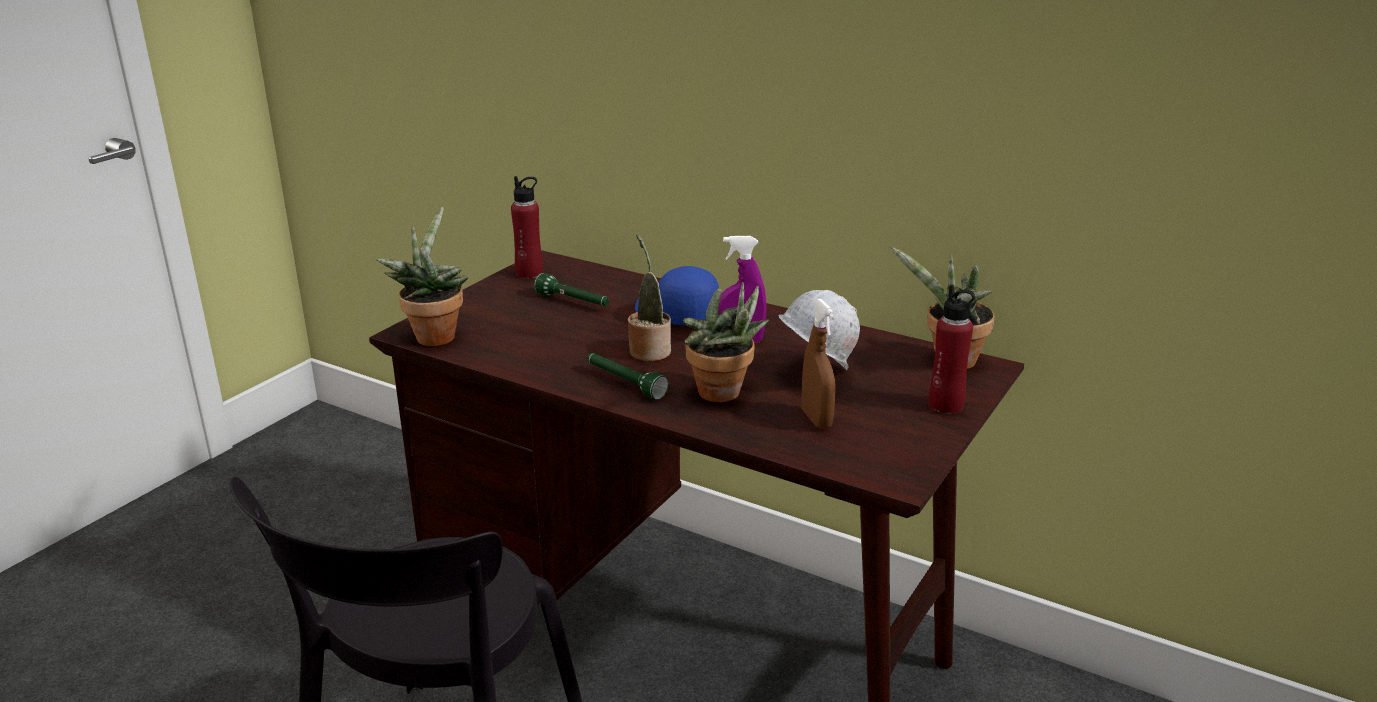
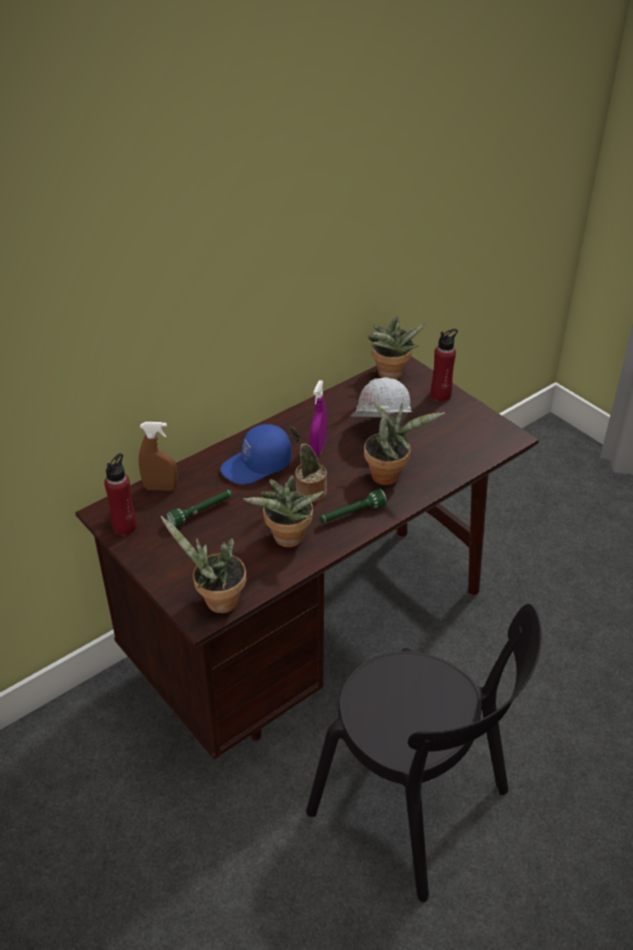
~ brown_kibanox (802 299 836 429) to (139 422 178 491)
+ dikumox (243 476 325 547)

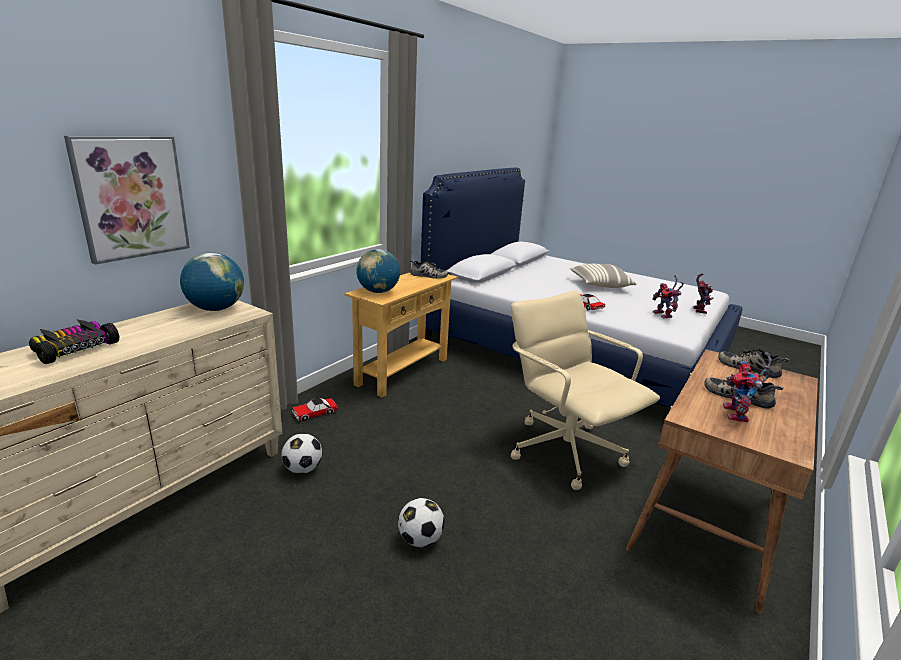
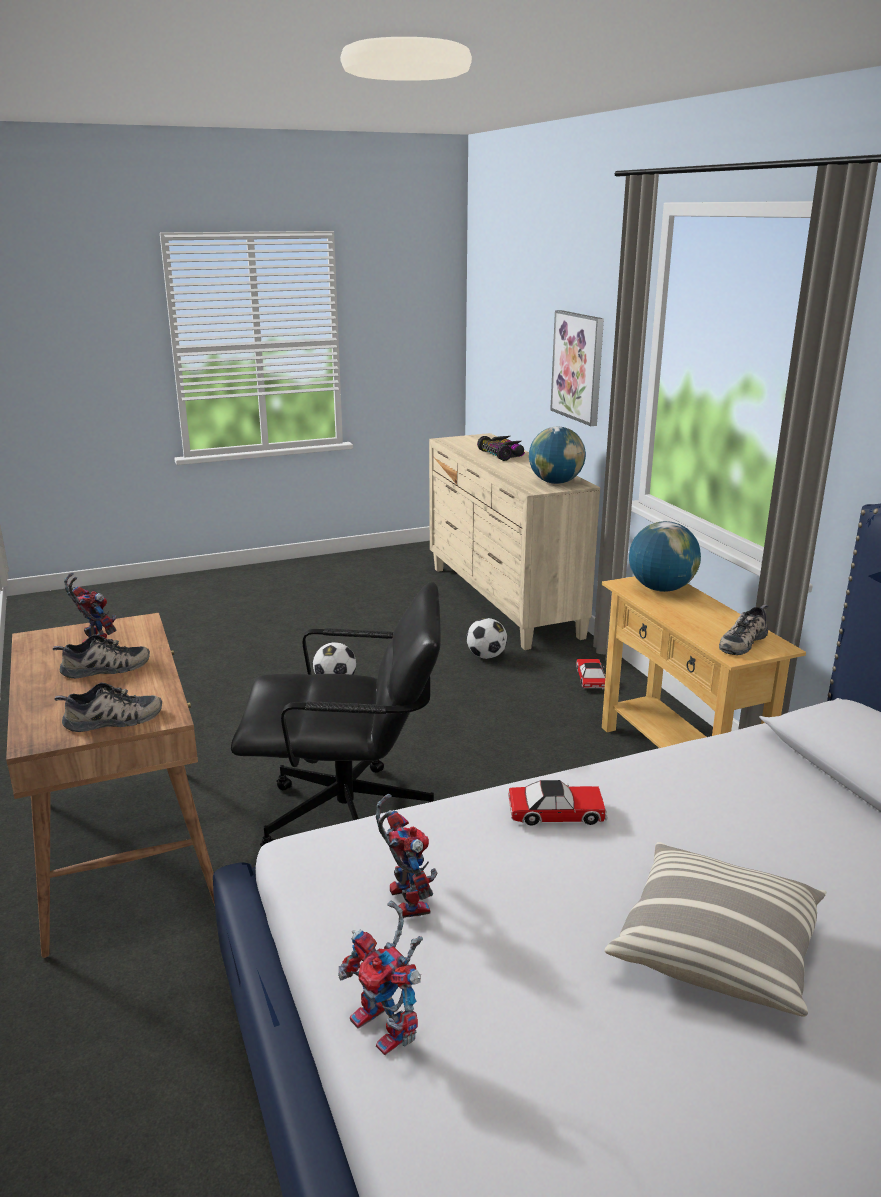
~ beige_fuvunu (511 290 660 490) to black_fuvunu (231 582 441 847)
~ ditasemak (652 275 684 318) = (376 794 438 918) 60 degrees clockwise

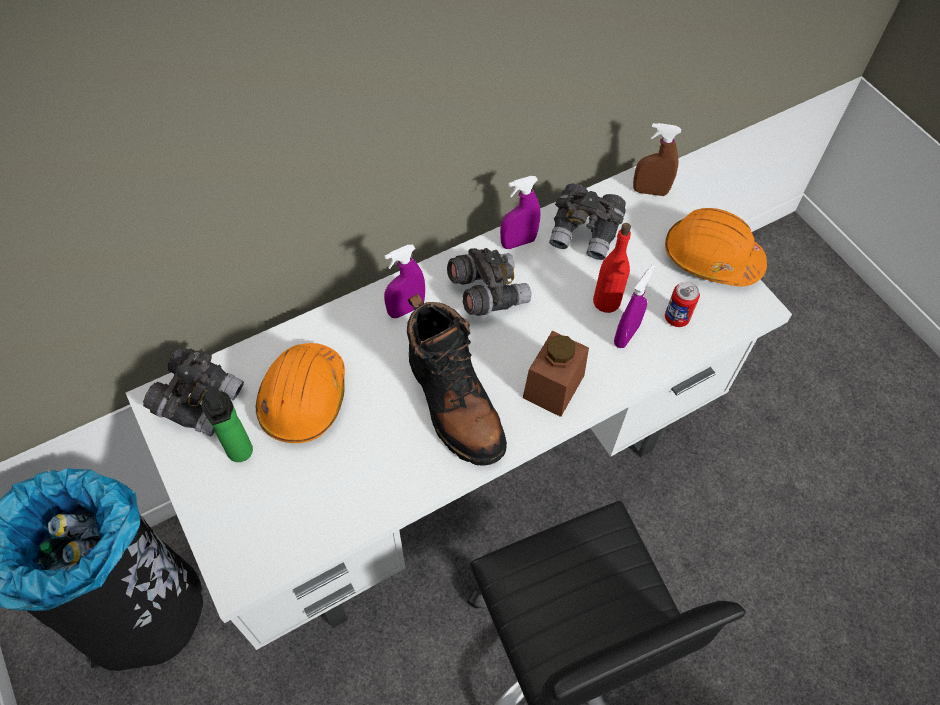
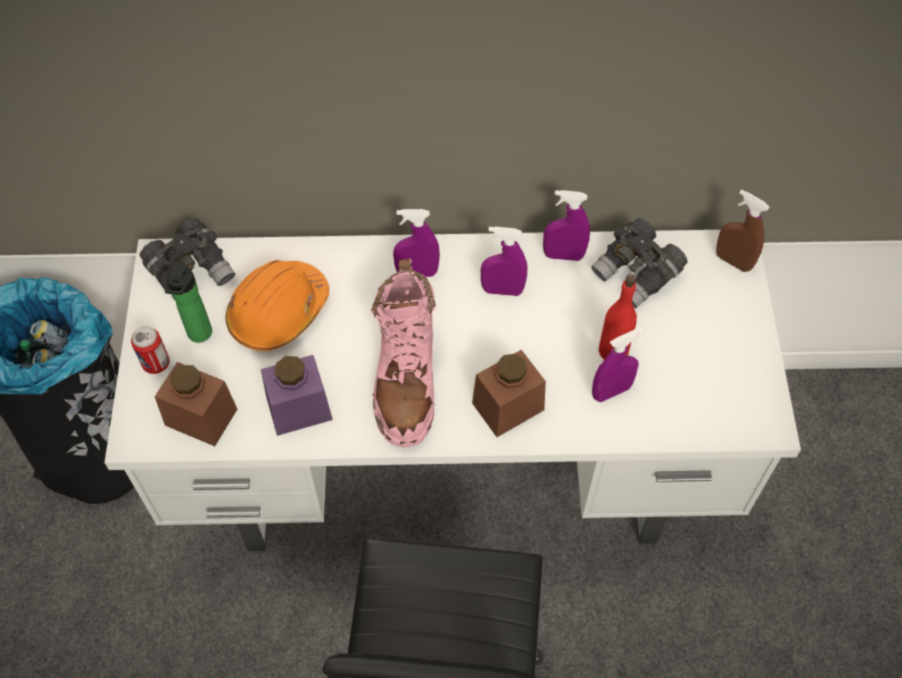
~ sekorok (665 281 700 327) to (131 326 170 374)
+ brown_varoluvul (155 362 237 446)
+ purple_varoluvul (261 355 333 436)
~ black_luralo (407 293 507 466) to pink_luralo (371 258 436 447)
~ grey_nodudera (447 248 531 316) to purple_kibanox (481 227 527 296)
- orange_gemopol (665 208 767 287)

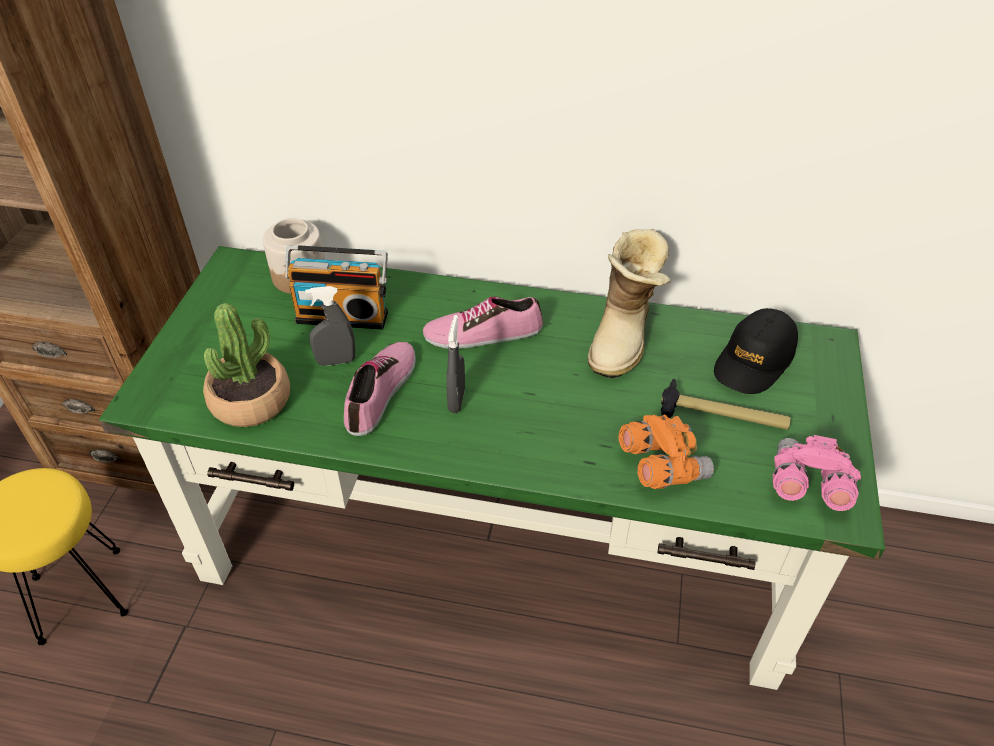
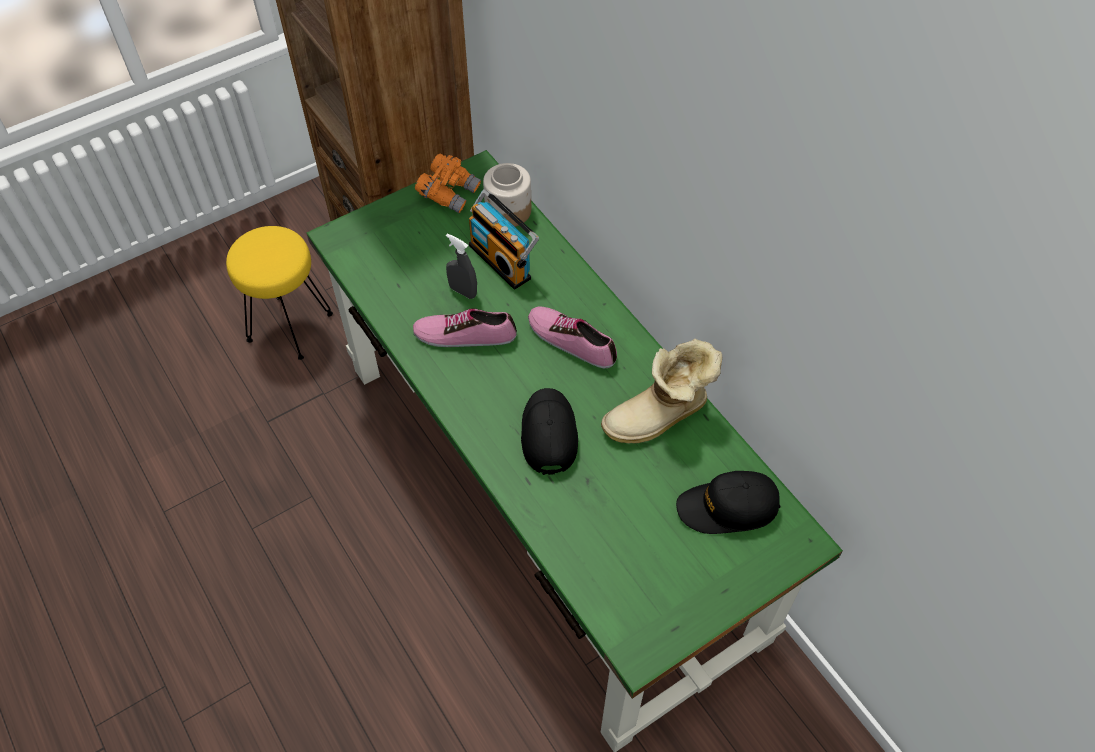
~ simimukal (344 342 416 436) = (413 308 517 347) 150 degrees counterclockwise
~ orange_nodudera (619 415 714 489) to (415 153 481 213)
+ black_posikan (521 388 578 475)
- dikumox (203 303 290 427)
- grey_kibanox (446 315 465 413)
- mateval (661 378 791 430)
- pink_nodudera (773 435 861 511)

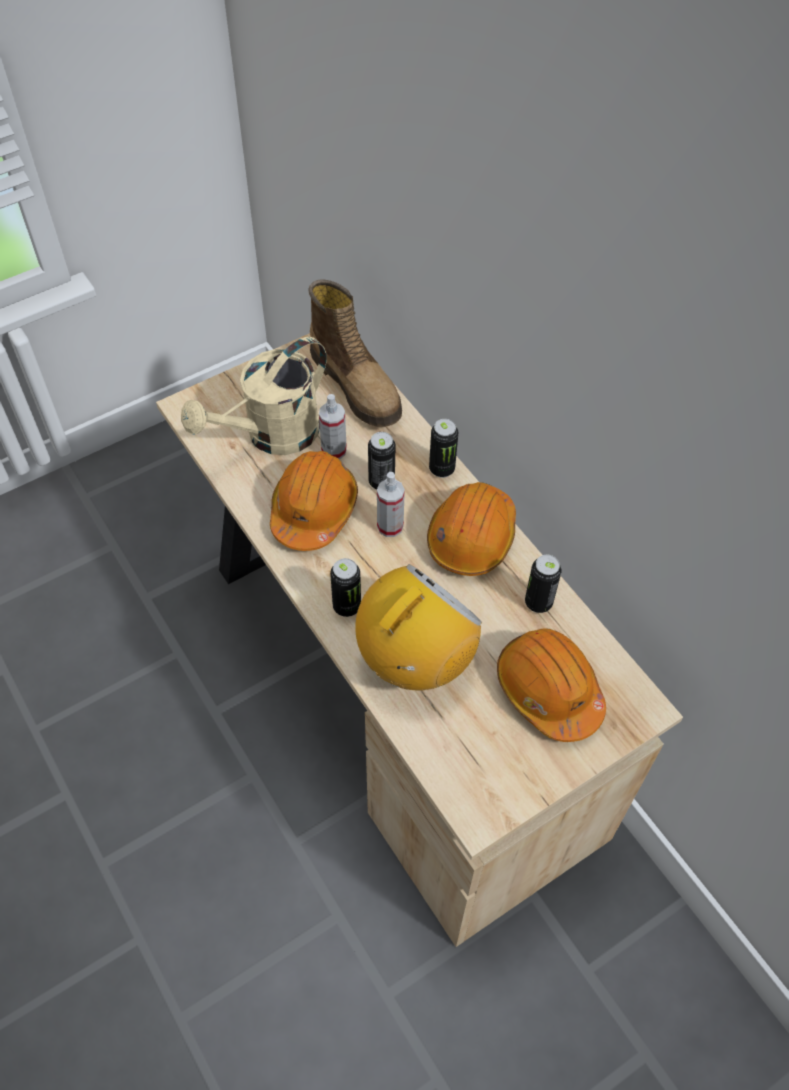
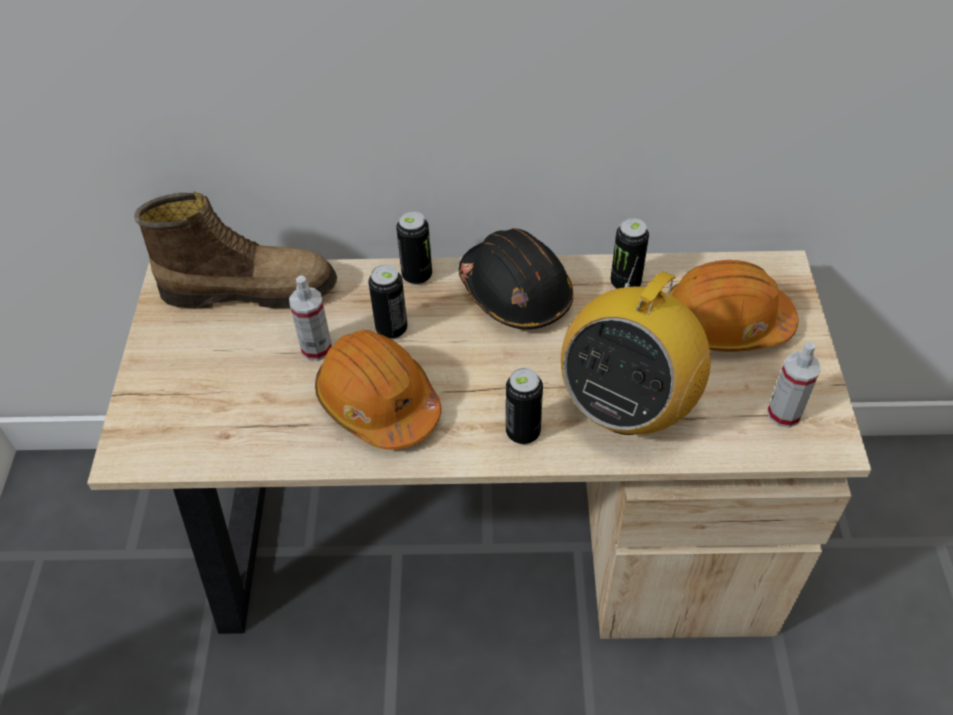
~ orange_gemopol (427 482 516 576) to black_gemopol (458 228 573 330)
~ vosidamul (355 564 482 691) = (561 256 711 435) 135 degrees counterclockwise
~ kibanox (377 472 405 537) to (767 341 821 428)
- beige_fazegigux (181 337 327 455)

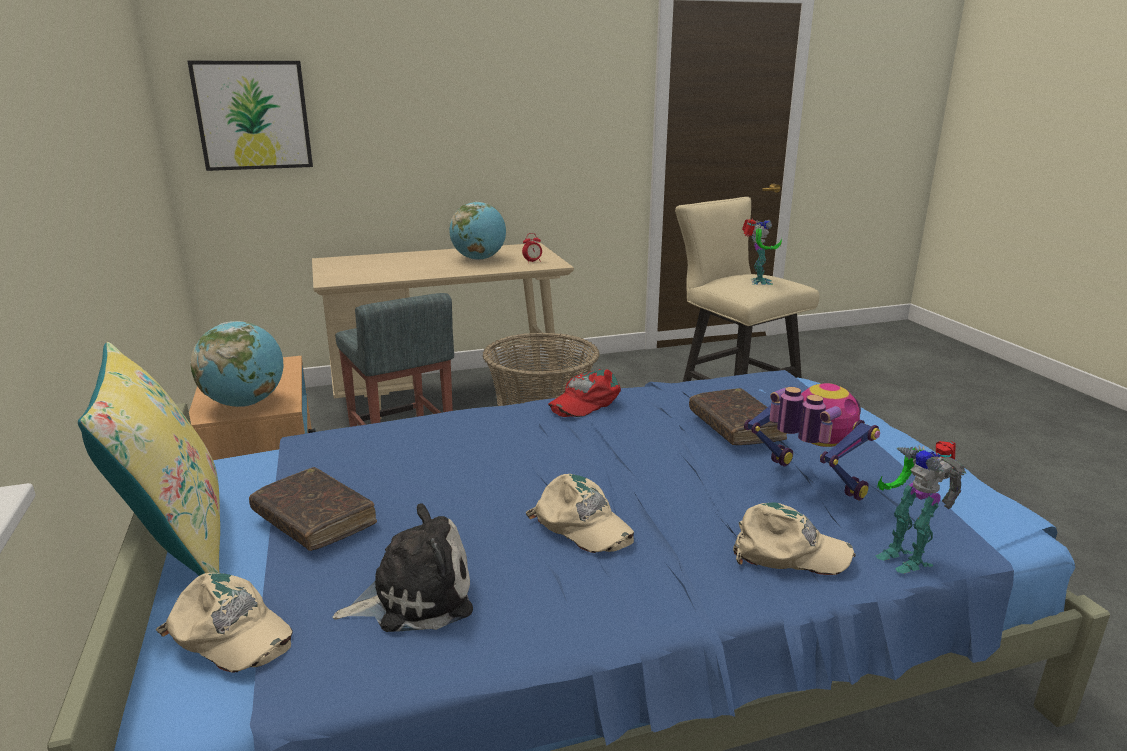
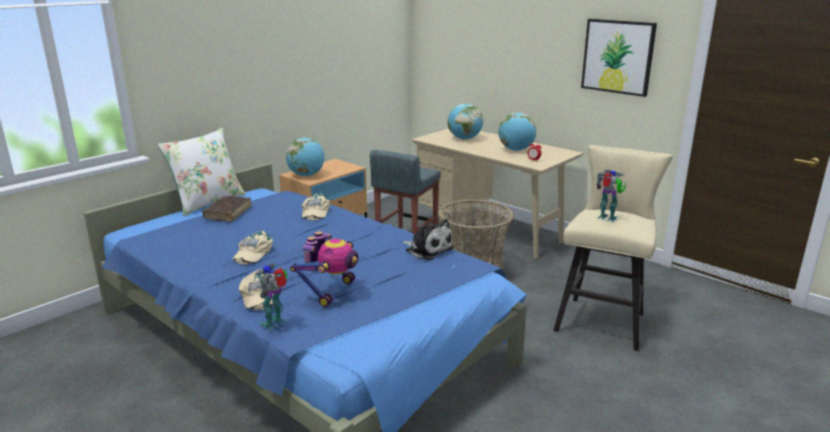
~ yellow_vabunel (78 342 220 576) to white_vabunel (157 128 245 216)
~ beige_posikan (156 572 293 673) to (302 193 330 220)
~ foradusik (332 504 473 632) to (403 219 454 260)
+ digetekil (448 104 483 140)
~ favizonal (187 61 313 171) to (581 19 657 97)
~ ditasemak (742 218 782 285) = (596 169 626 222) 120 degrees counterclockwise
- red_posikan (548 369 621 417)
- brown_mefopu (689 388 787 445)

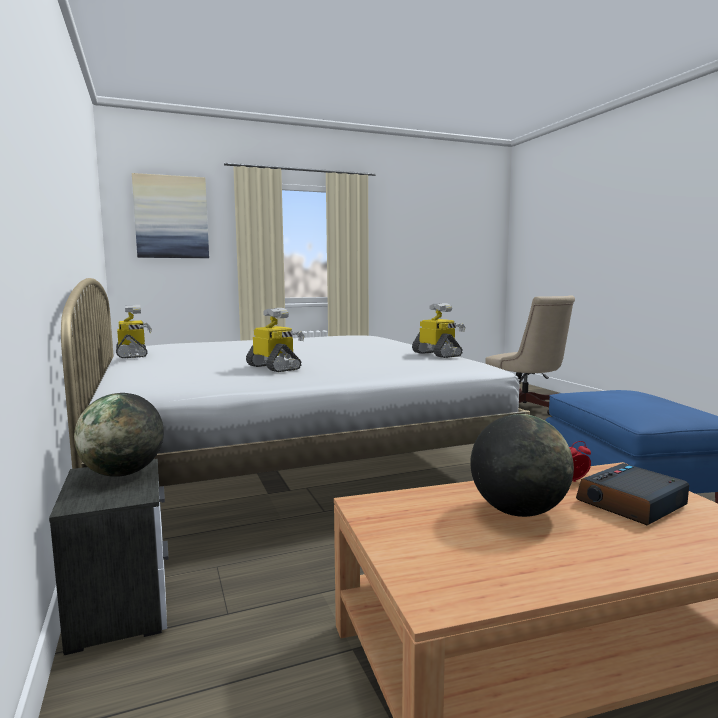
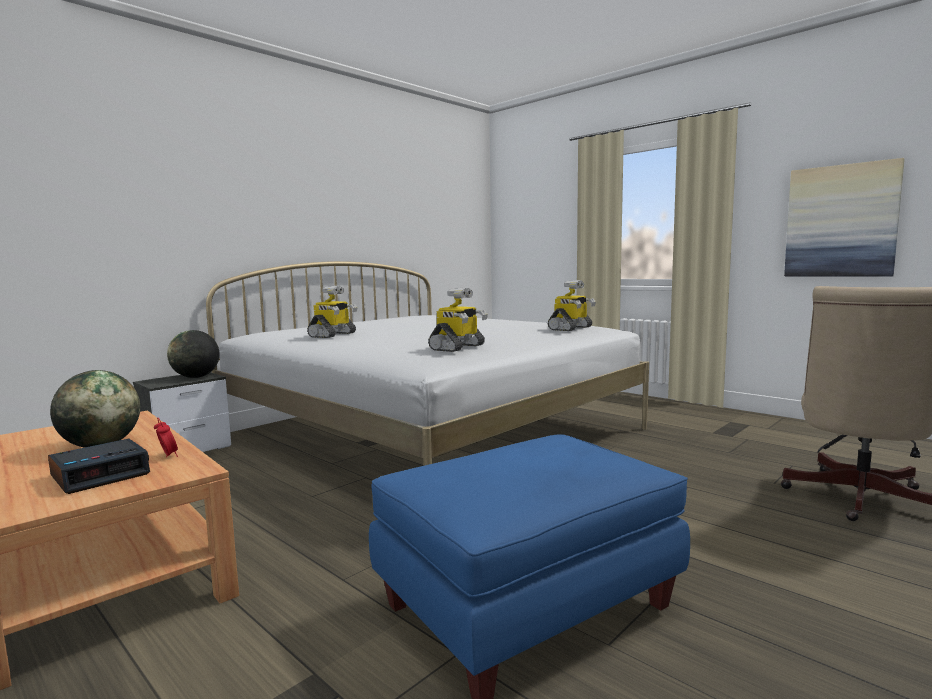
~ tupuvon (576 463 689 525) = (48 439 150 494) 105 degrees clockwise
~ ditasemak (116 305 152 358) to (548 280 596 331)
~ favizonal (132 173 209 258) to (784 158 905 277)

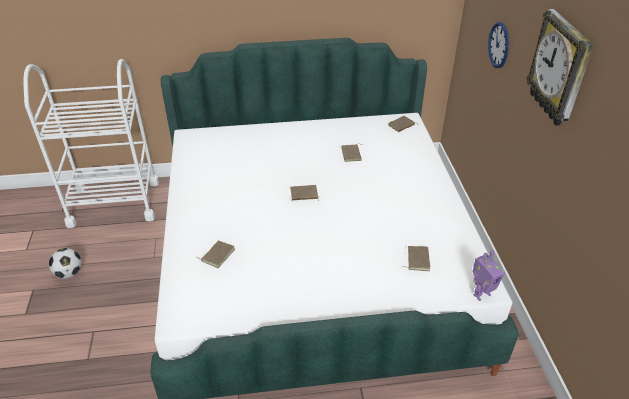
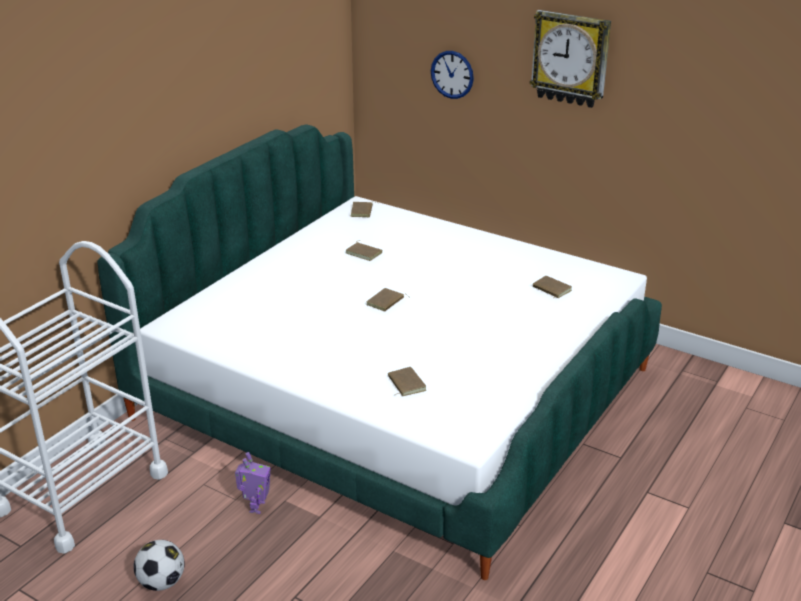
~ ditasemak (473 250 505 301) to (235 452 270 514)

